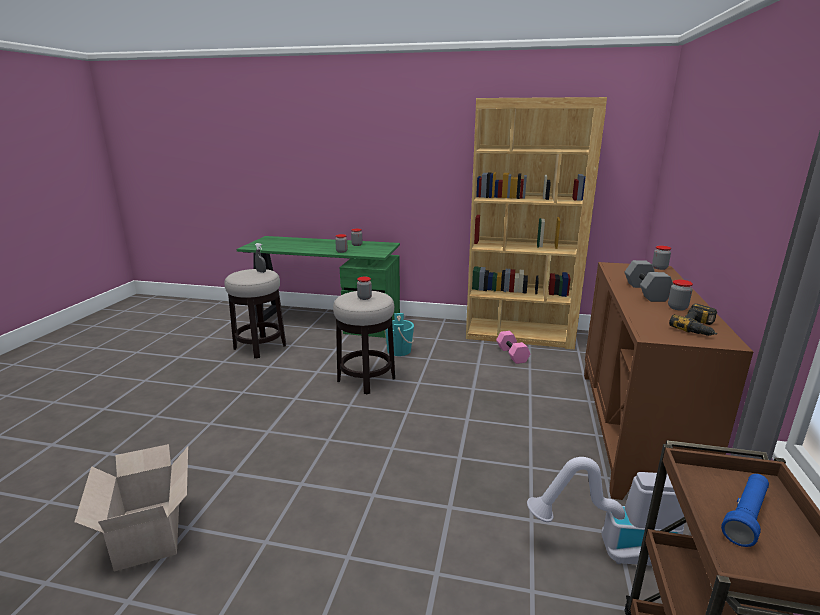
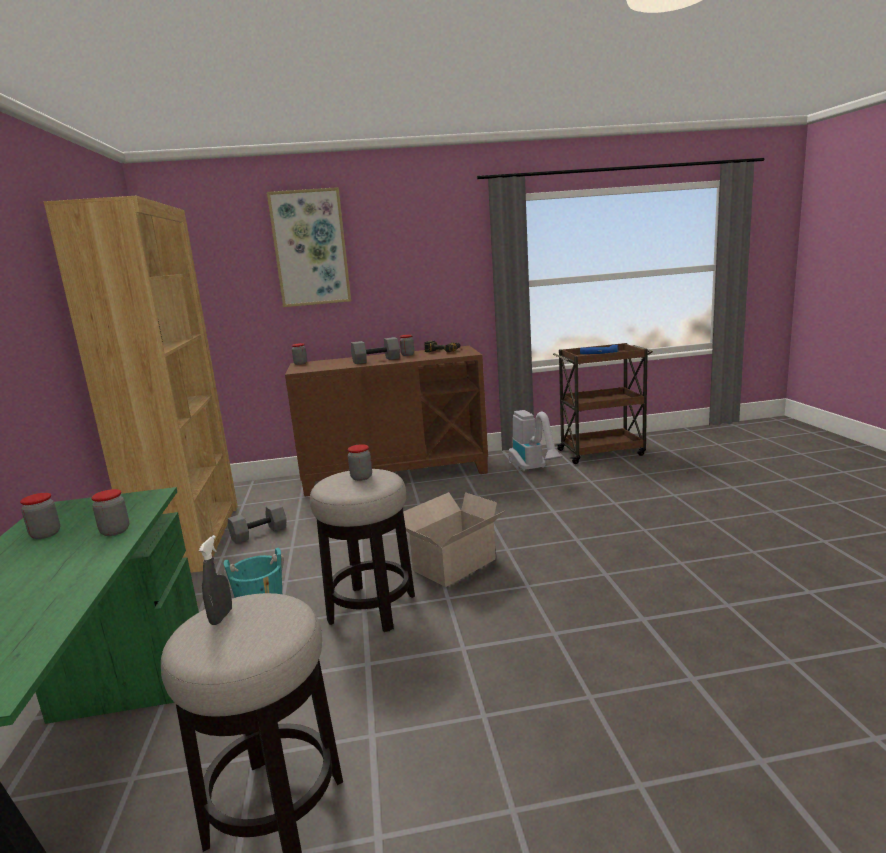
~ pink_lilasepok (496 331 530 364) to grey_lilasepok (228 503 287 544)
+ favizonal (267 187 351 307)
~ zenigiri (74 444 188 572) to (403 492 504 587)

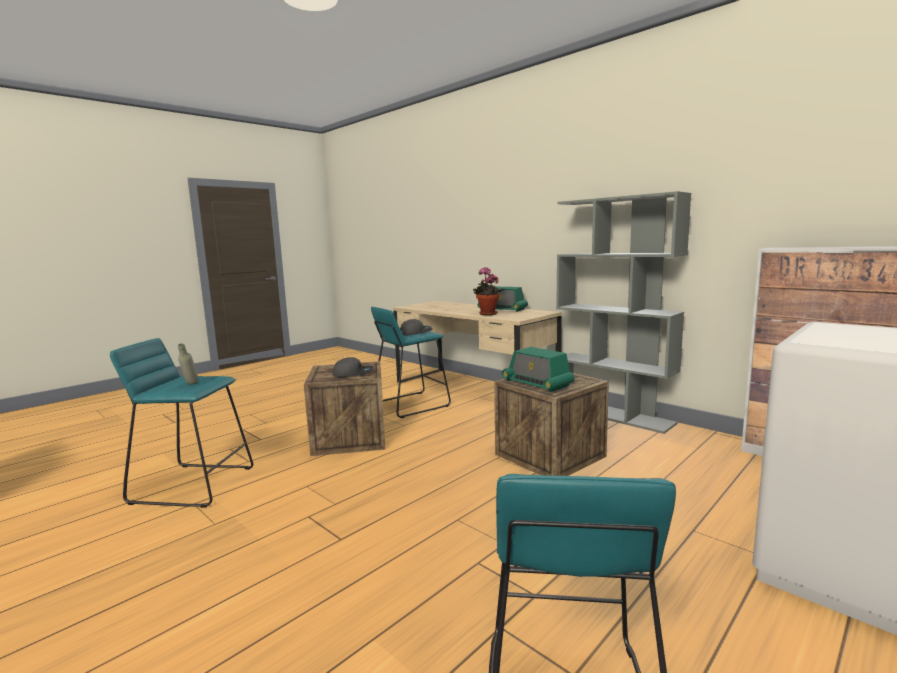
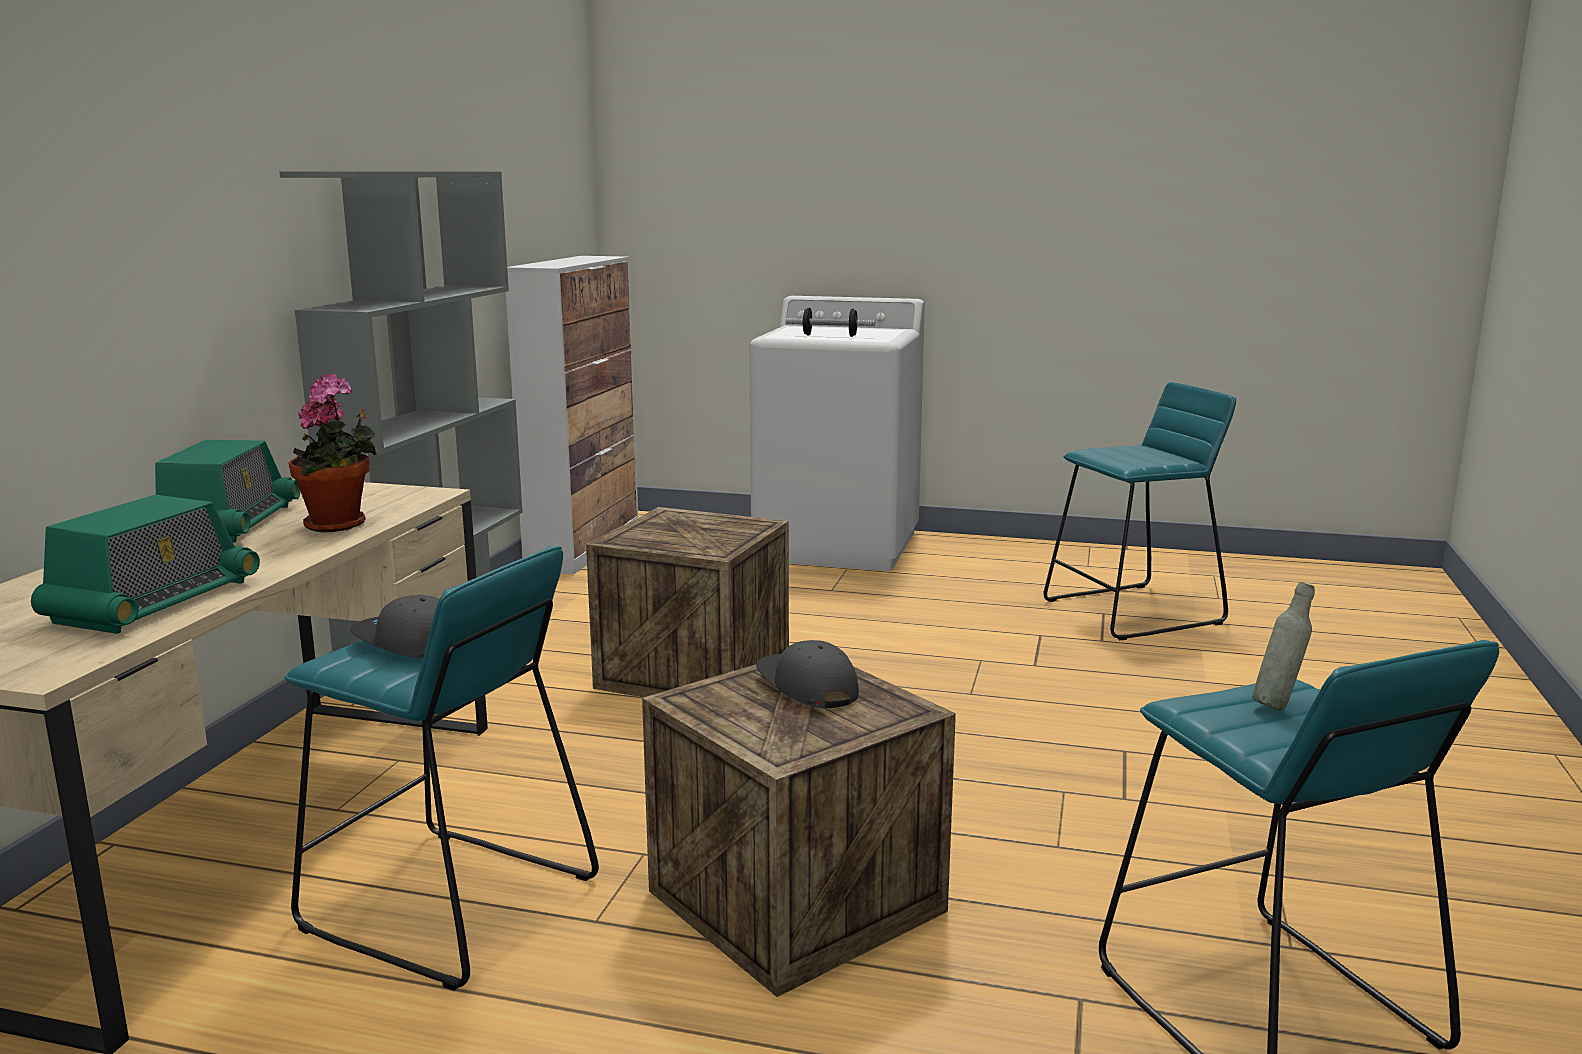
~ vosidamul (501 347 574 392) to (31 495 260 634)
+ lilasepok (786 308 875 337)

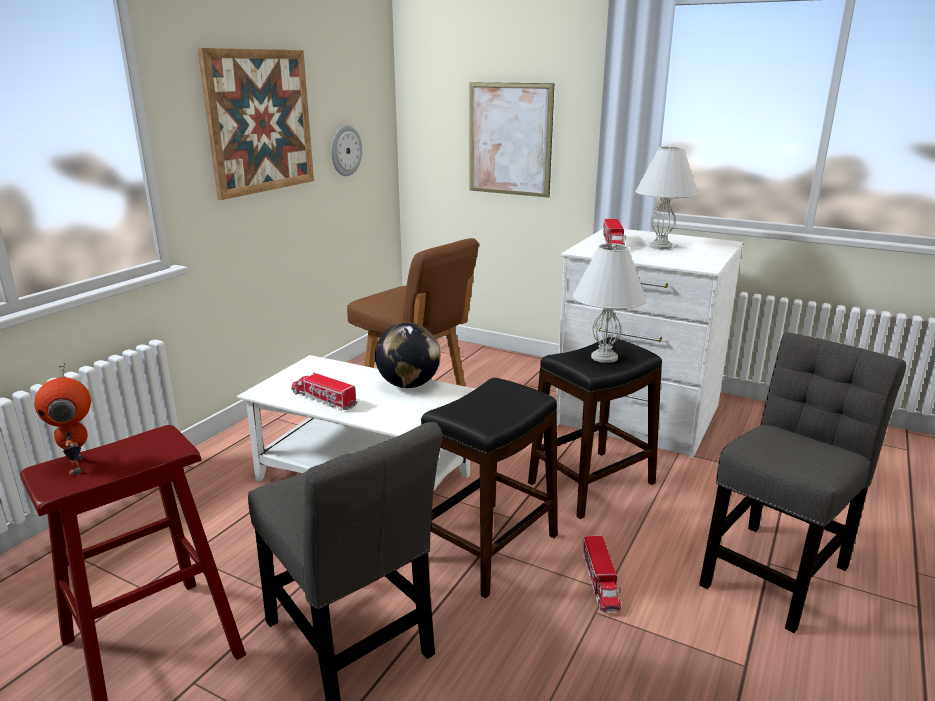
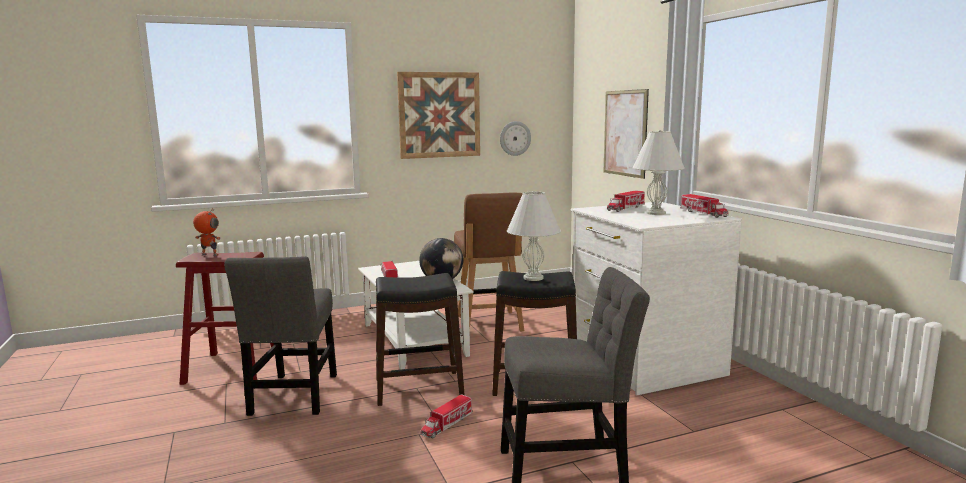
~ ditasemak (34 363 91 475) = (193 208 220 256) 90 degrees clockwise
+ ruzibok (680 194 729 218)

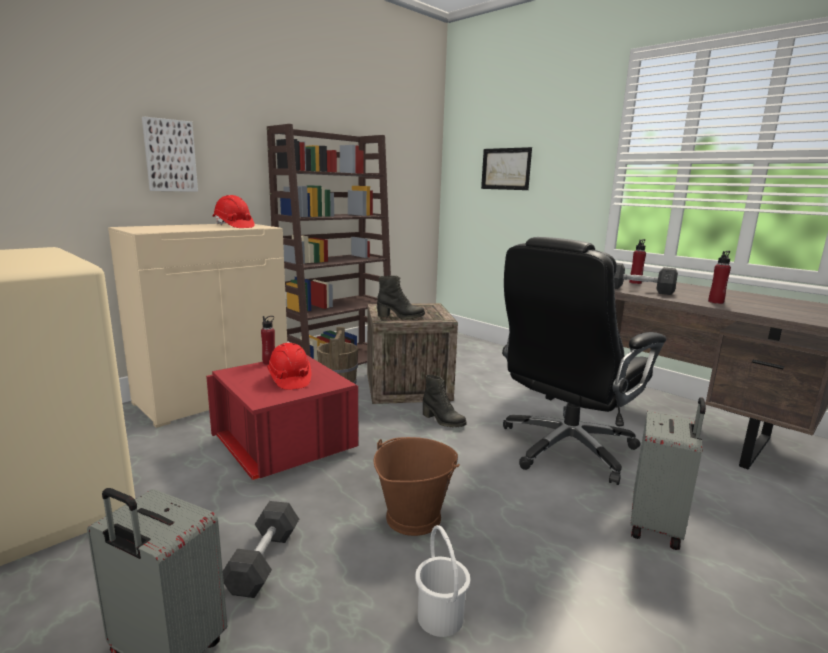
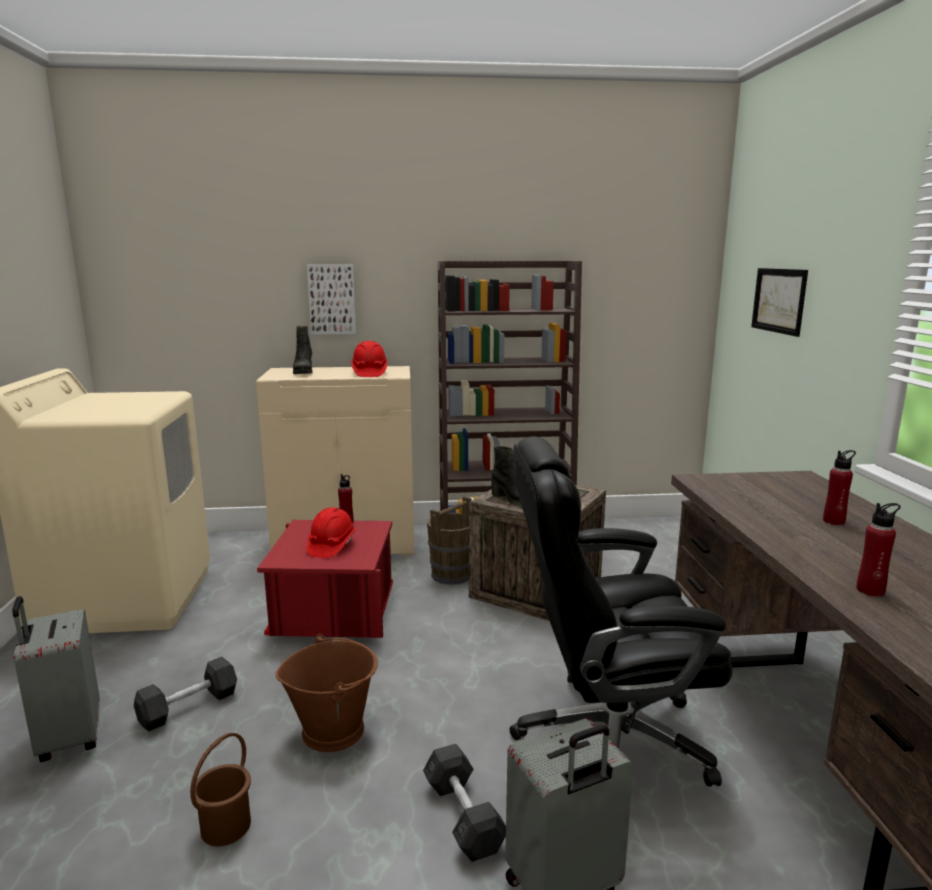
~ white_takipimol (415 525 470 637) to brown_takipimol (190 733 251 846)
~ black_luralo (423 375 467 427) to (293 326 313 374)
~ grey_lilasepok (614 263 678 295) to (423 744 506 862)

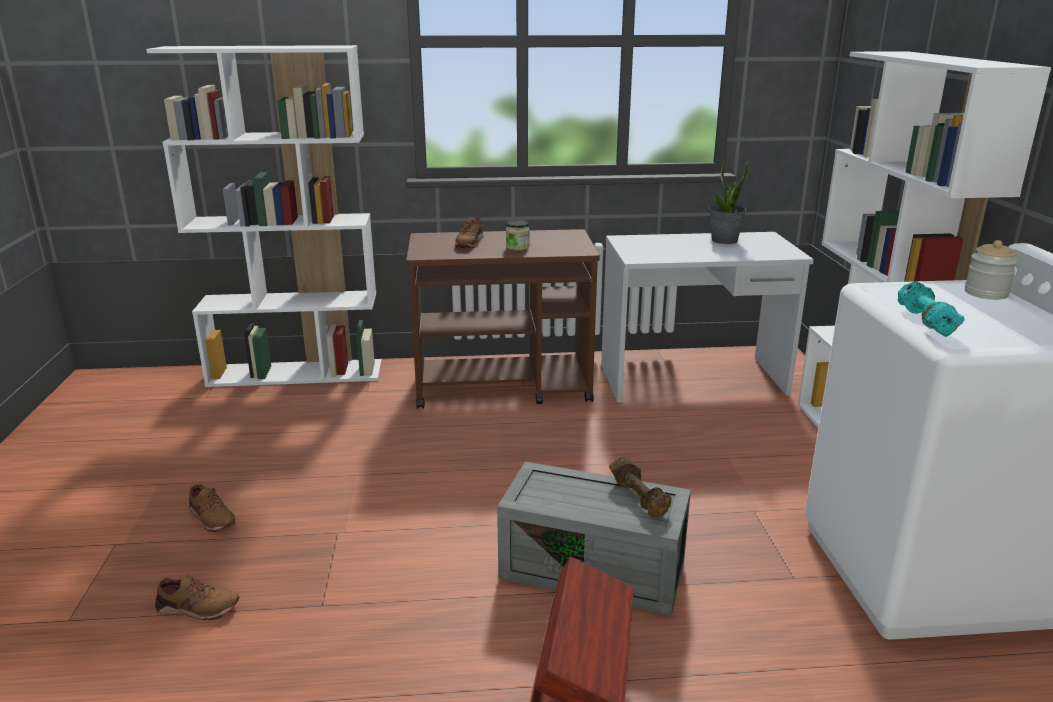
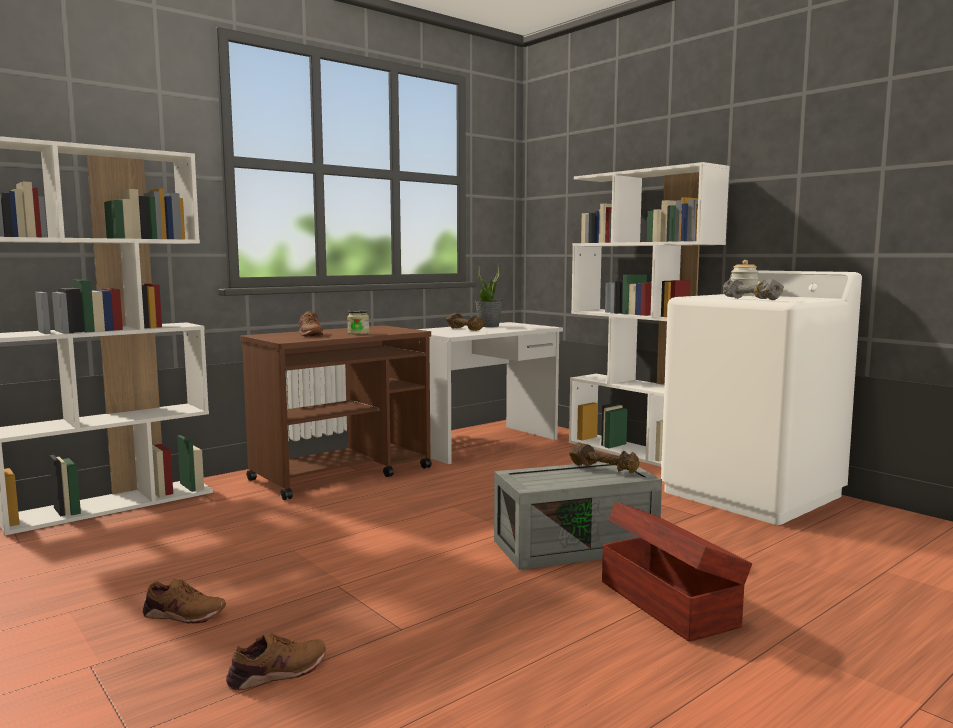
+ brown_lilasepok (446 313 484 331)
~ turquoise_lilasepok (898 281 964 337) to grey_lilasepok (723 279 784 300)

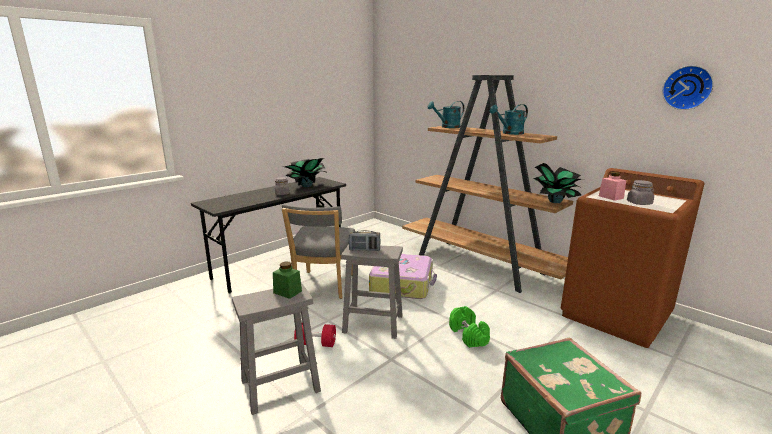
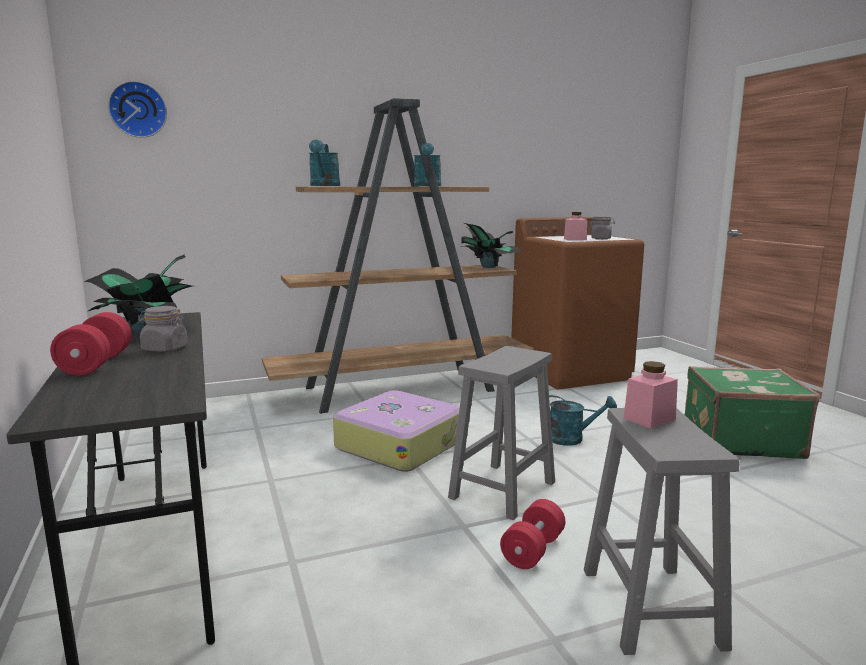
+ red_lilasepok (50 312 132 376)
~ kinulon (662 65 714 110) to (108 81 167 138)
~ green_lilasepok (449 306 490 348) to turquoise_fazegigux (549 395 617 446)
~ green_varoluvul (273 262 302 299) to pink_varoluvul (623 361 678 429)
- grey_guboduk (282 204 355 299)
- vosidamul (349 230 380 251)

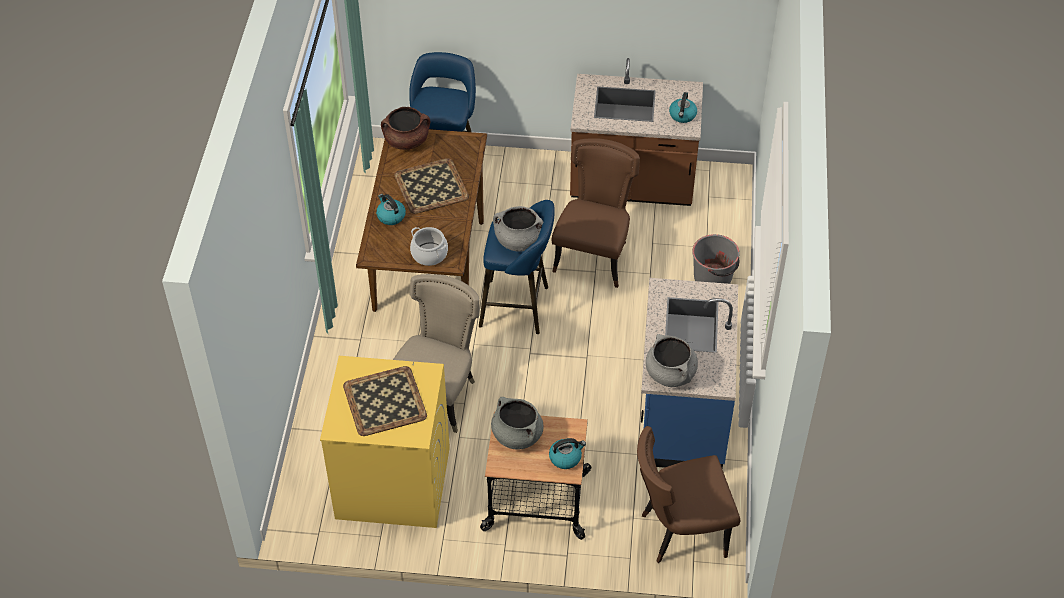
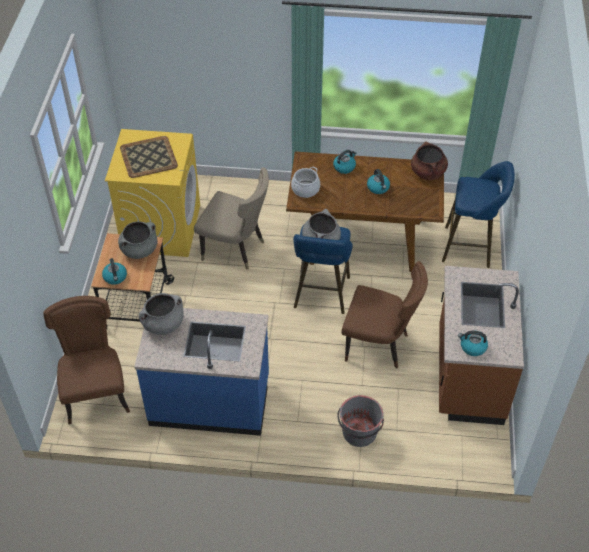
~ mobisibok (394 158 469 214) to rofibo (367 169 390 194)

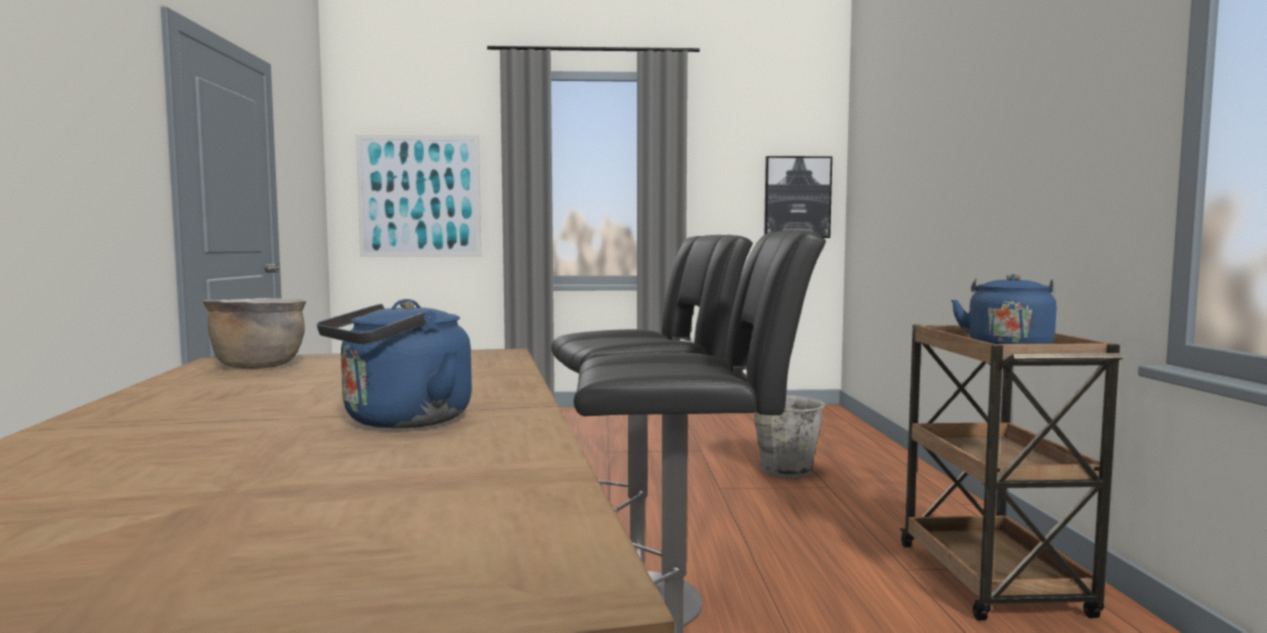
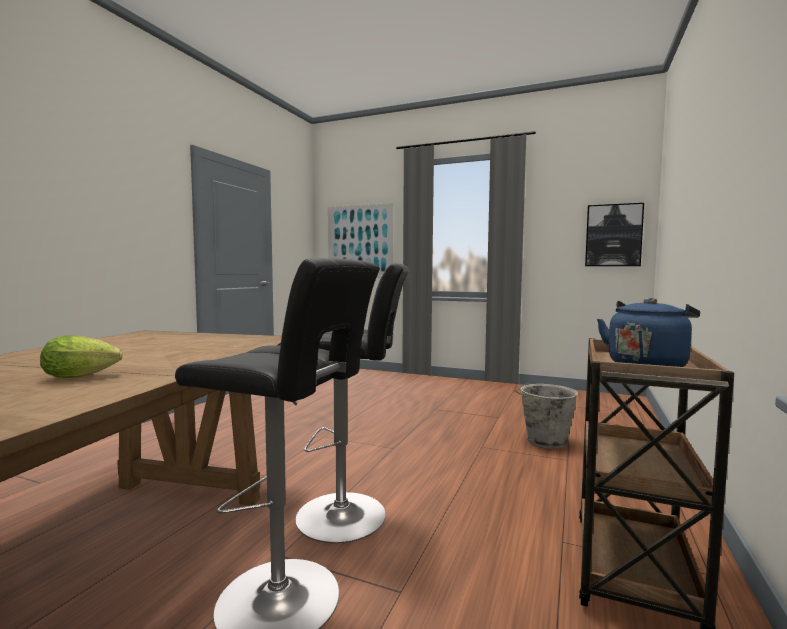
~ blue_rofibo (317 299 472 429) to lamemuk (40 335 123 378)
- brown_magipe (203 298 306 369)

